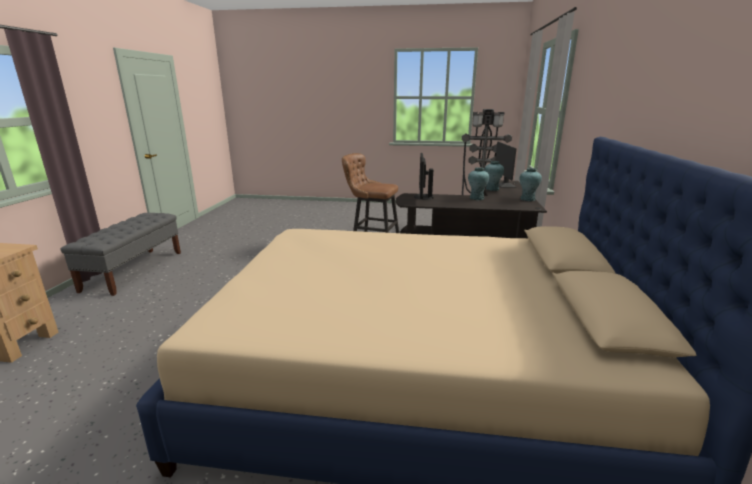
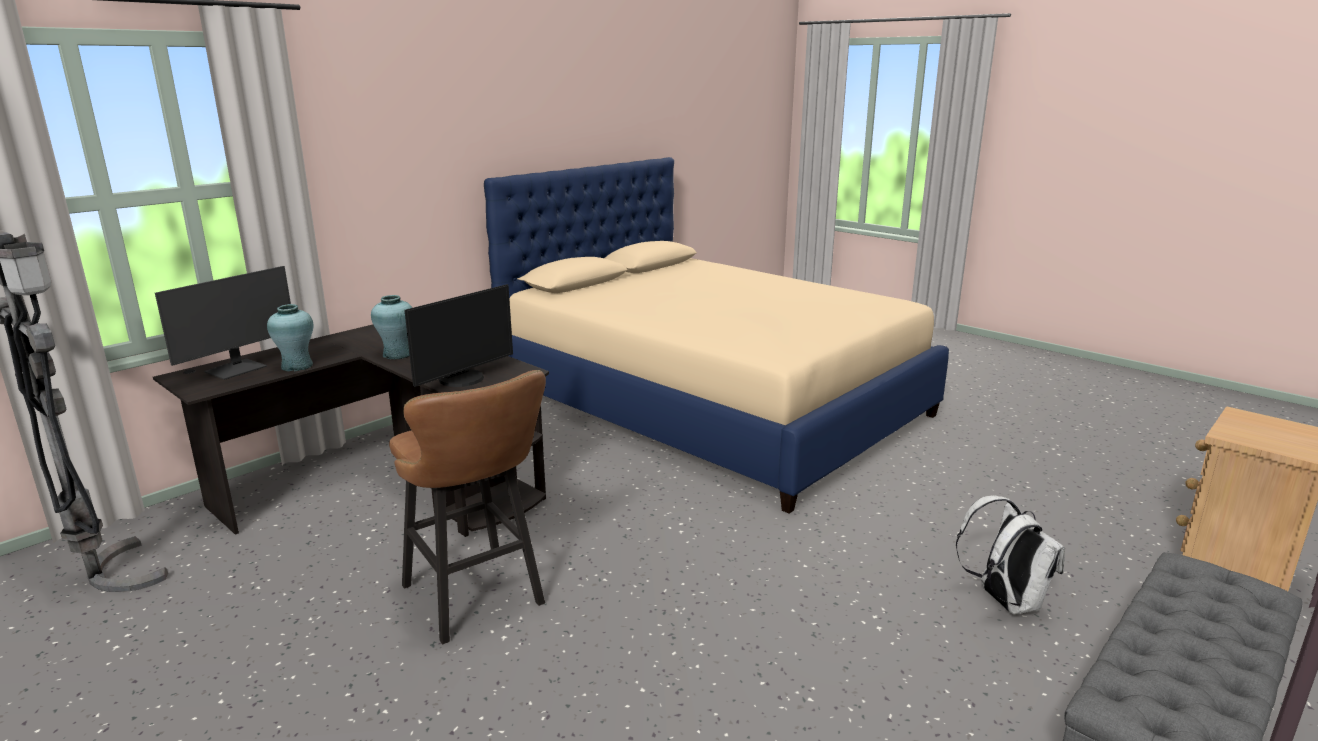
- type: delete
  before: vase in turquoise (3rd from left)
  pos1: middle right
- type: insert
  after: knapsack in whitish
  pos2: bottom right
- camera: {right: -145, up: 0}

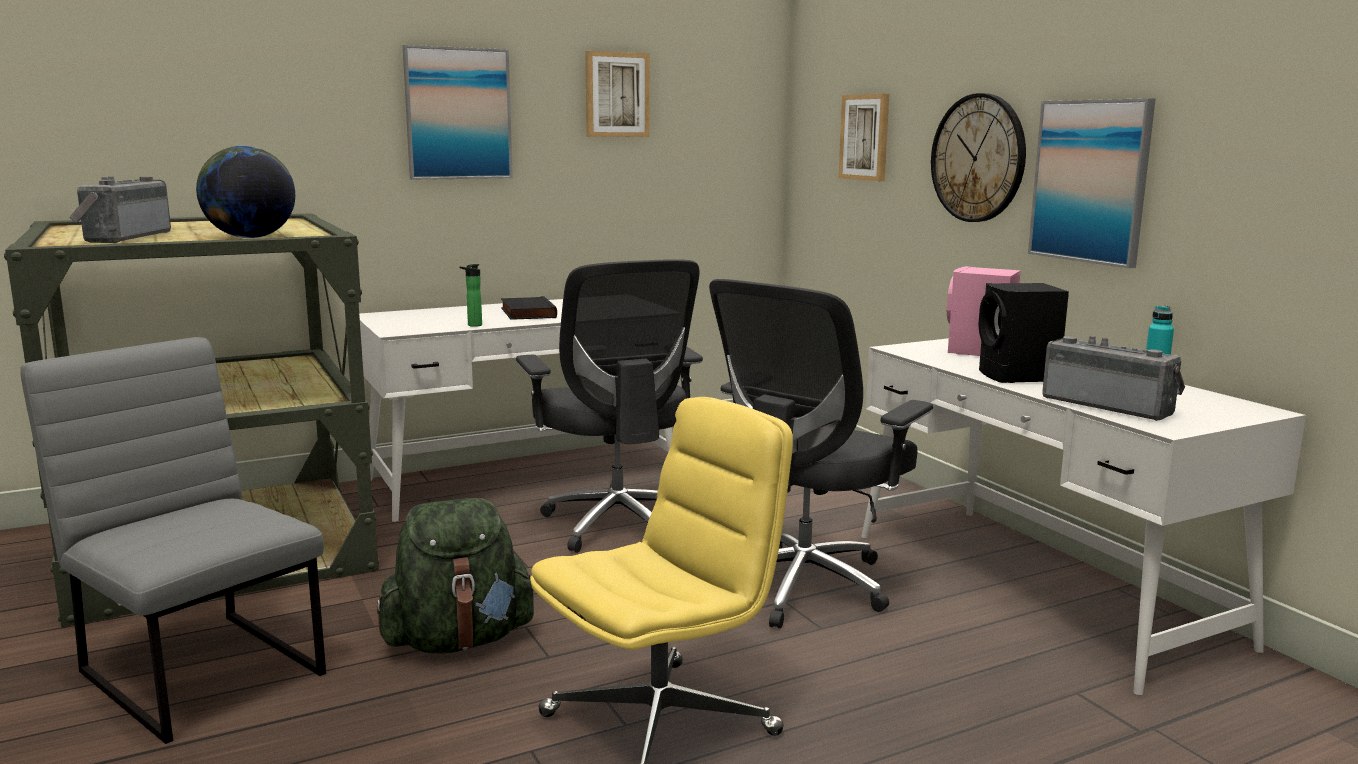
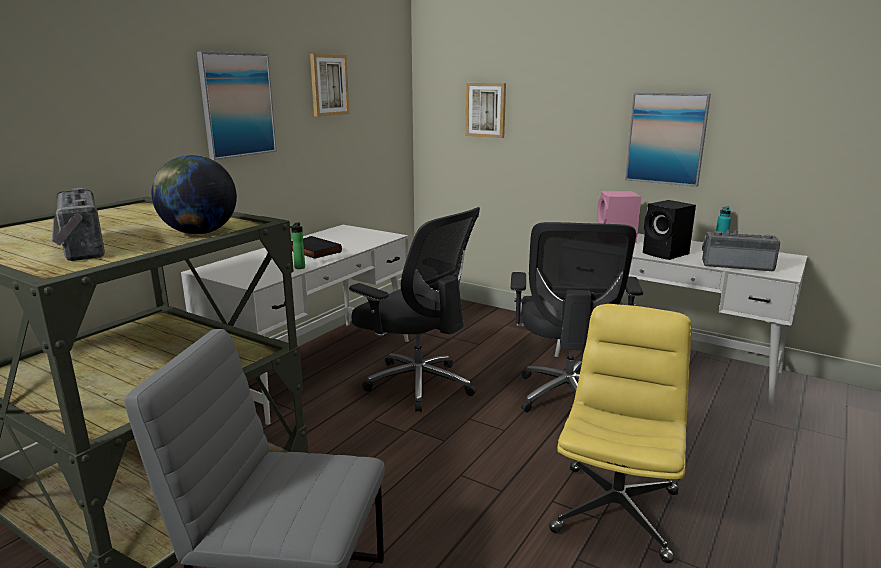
- type: delete
  before: knapsack in green-coloured
  pos1: bottom centre
- type: delete
  before: clock on the wall
  pos1: top right
- camera: {right: -30, up: 5}

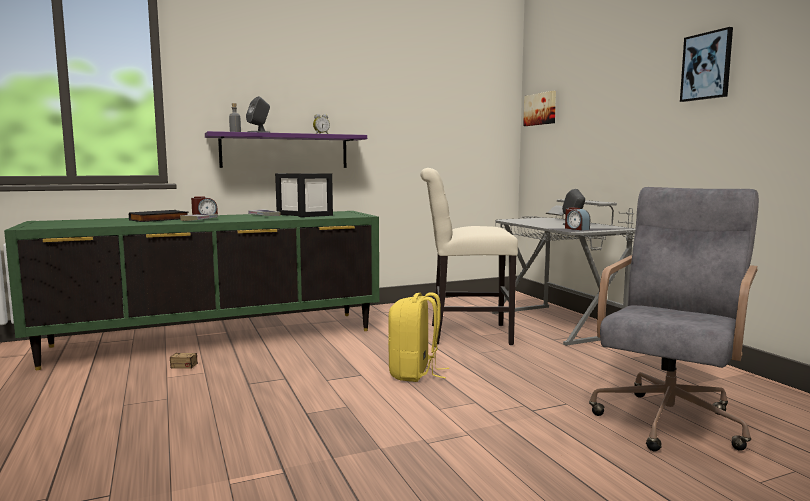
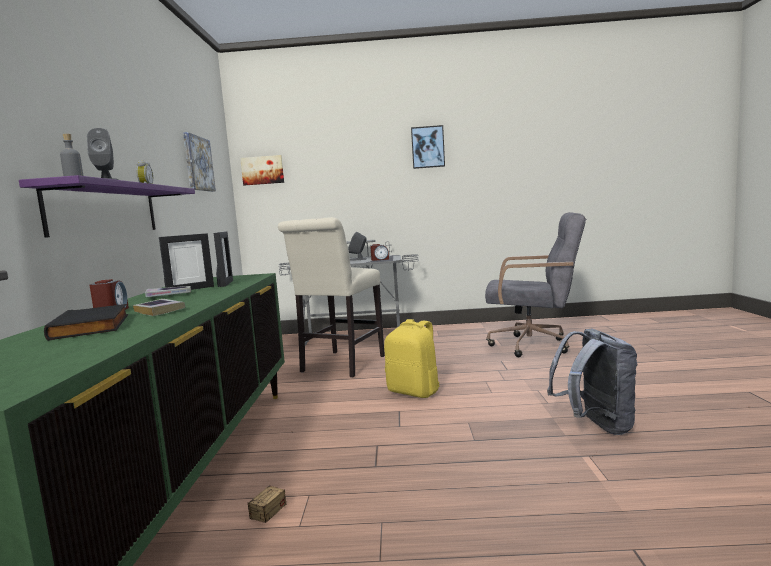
- type: insert
  after: wall art (1st from left)
  pos2: top left
- type: insert
  after: knapsack in gray
  pos2: bottom right
- type: rotate
  before: desk chair in gray
  pos1: middle right
  pos2: middle right
  turn: 135
- camera: {right: -65, up: 0}

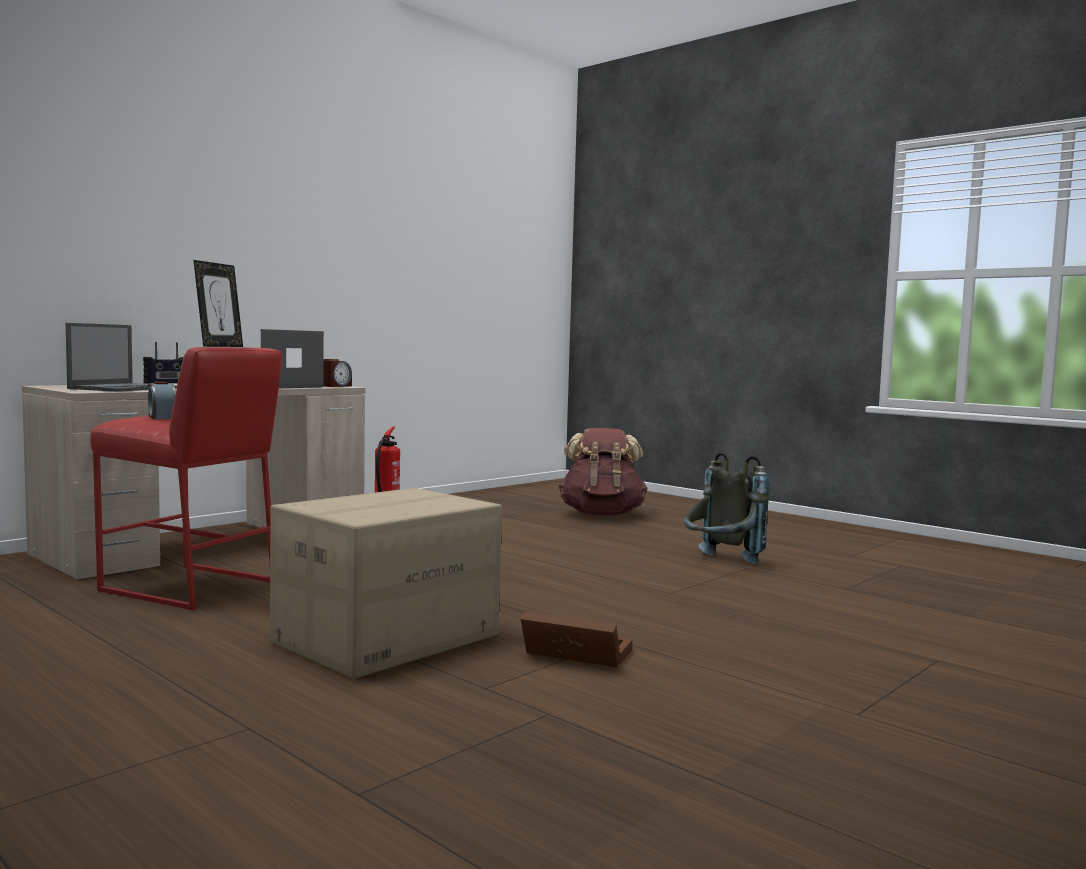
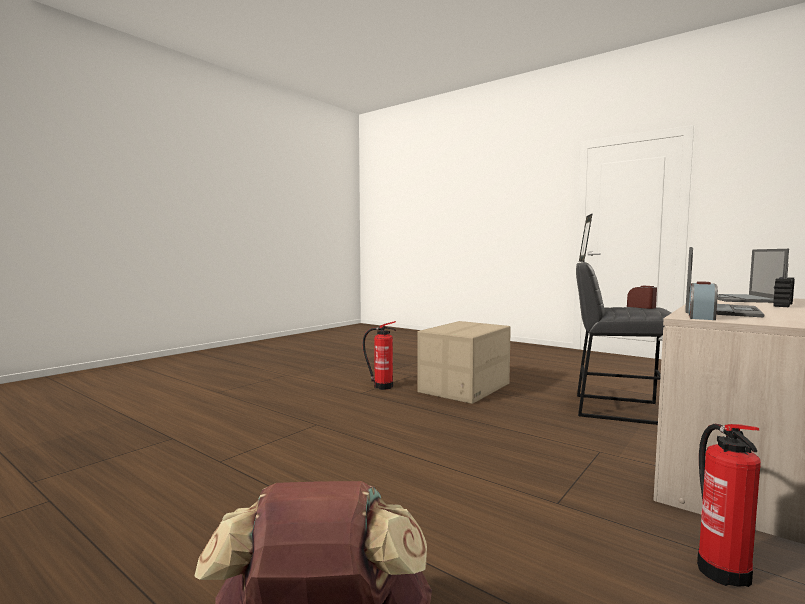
- type: delete
  before: knapsack in gray
  pos1: middle right
- type: replace
  before: storage box in brown
  after: fire extinguisher (1st from left)
  pos1: bottom centre
  pos2: centre
- type: recolor
  before: sitting stool in reddish
  after: sitting stool in gray
  pos1: middle left
  pos2: middle right
- camera: {right: 175, up: 0}

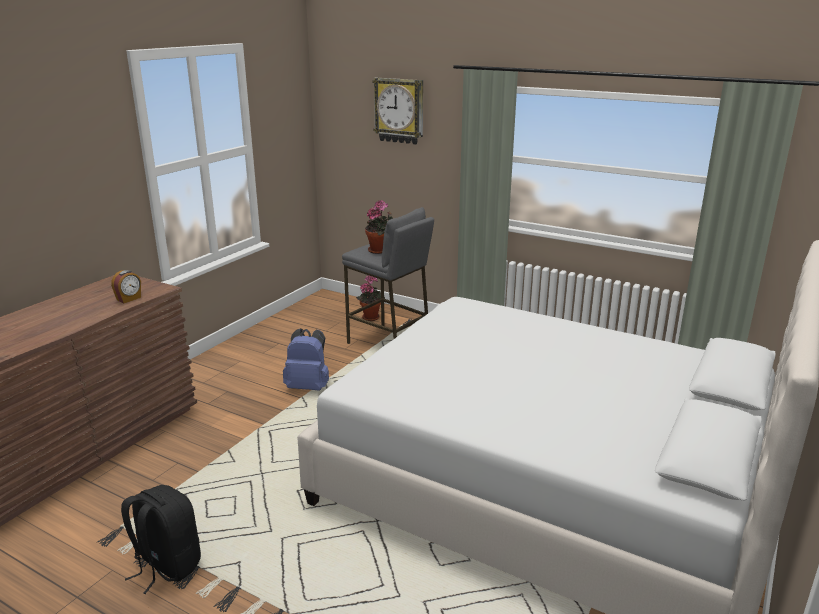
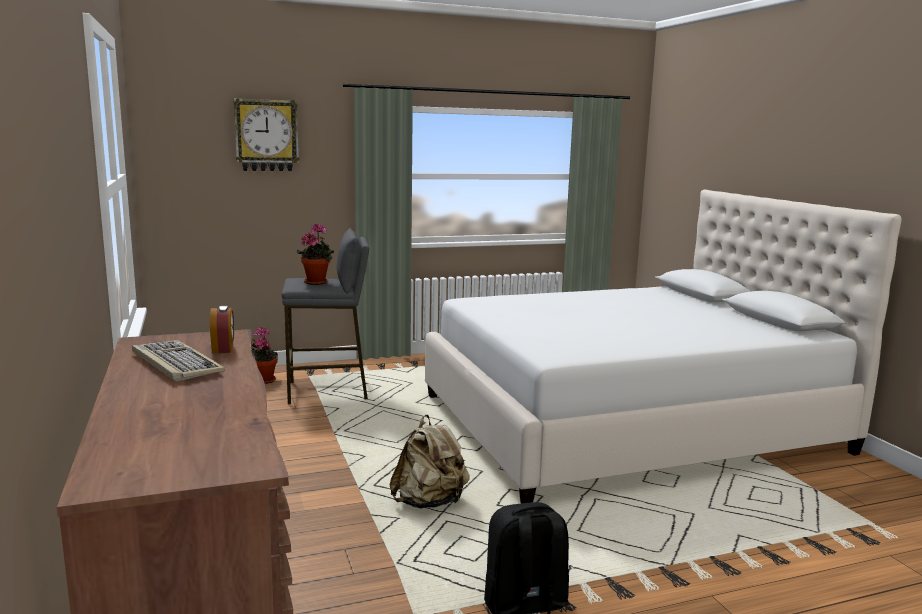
- type: delete
  before: knapsack in bluish
  pos1: centre
- type: insert
  after: PC keyboard
  pos2: middle left
- type: insert
  after: knapsack in beige-coloured
  pos2: bottom centre
- camera: {right: -50, up: -10}

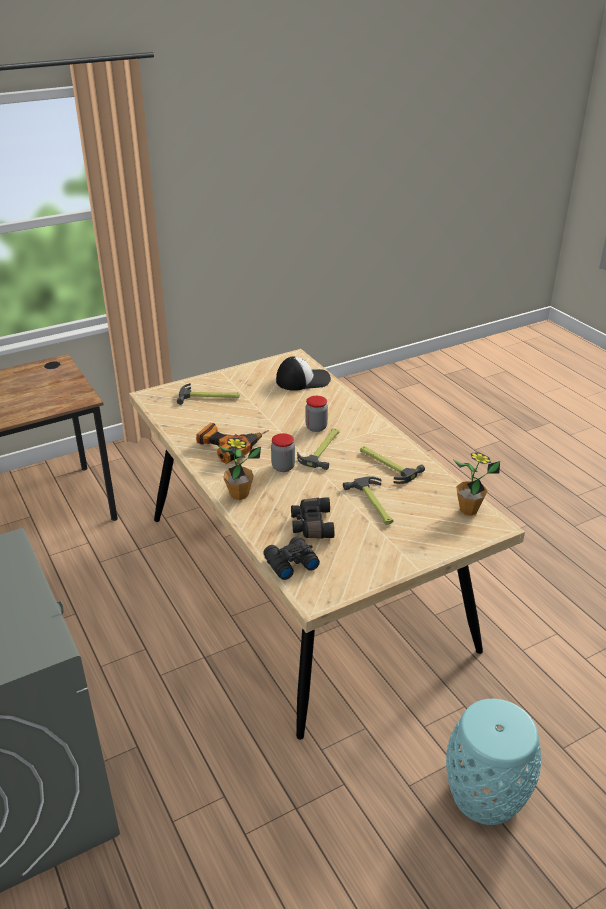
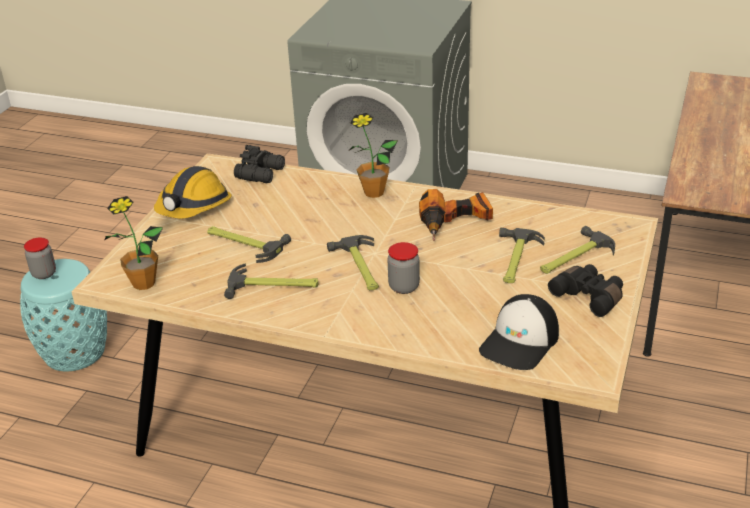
- type: insert
  after: hard hat
  pos2: middle left
- type: insert
  after: tool hammer (4th from left)
  pos2: middle right
- type: move
  before: jar (1st from left)
  pos1: centre
  pos2: middle left
- type: move
  before: pair of binoculars in blackish (2nd from left)
  pos1: centre
  pos2: middle right
- camera: {right: 140, up: 0}

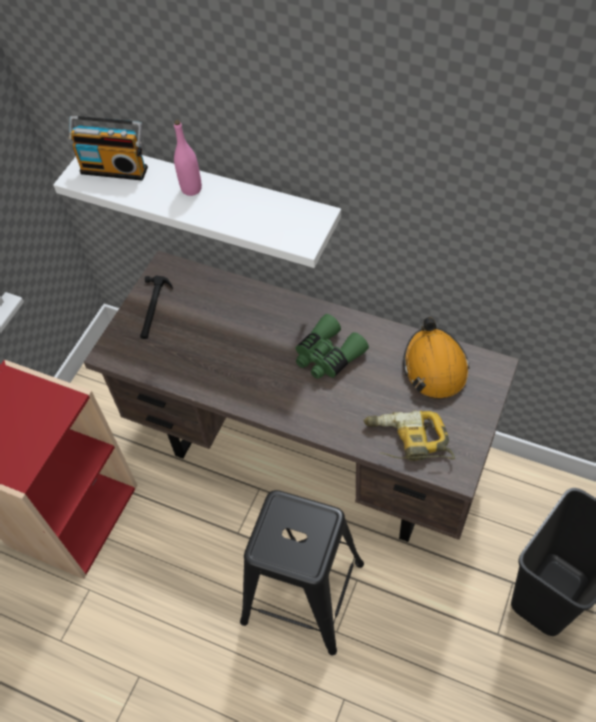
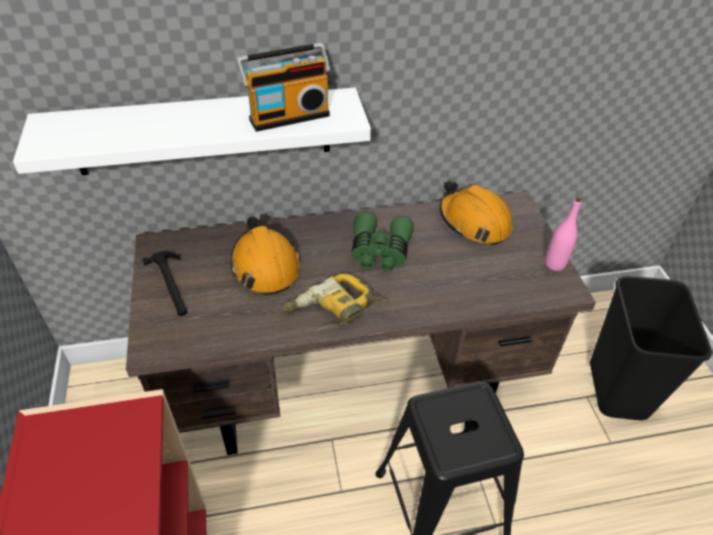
- type: insert
  after: hard hat in orangey (1st from left)
  pos2: centre
- type: move
  before: radio
  pos1: top left
  pos2: top centre
- type: move
  before: drink bottle in pink
  pos1: top left
  pos2: middle right
- type: move
  before: power drill
  pos1: middle right
  pos2: centre
- camera: {right: -40, up: -10}

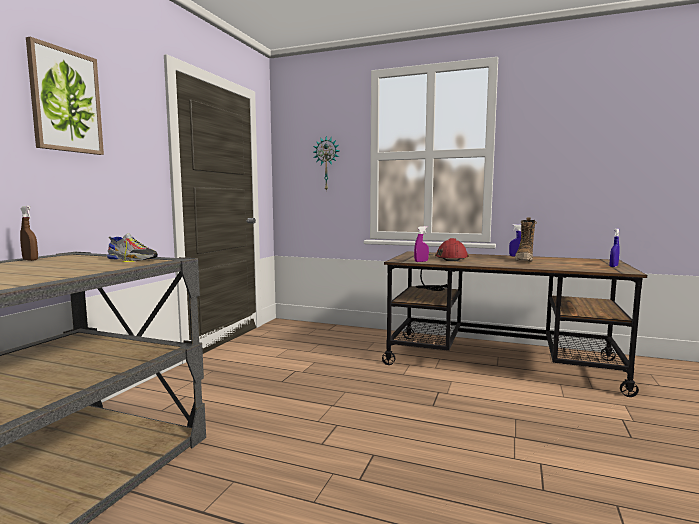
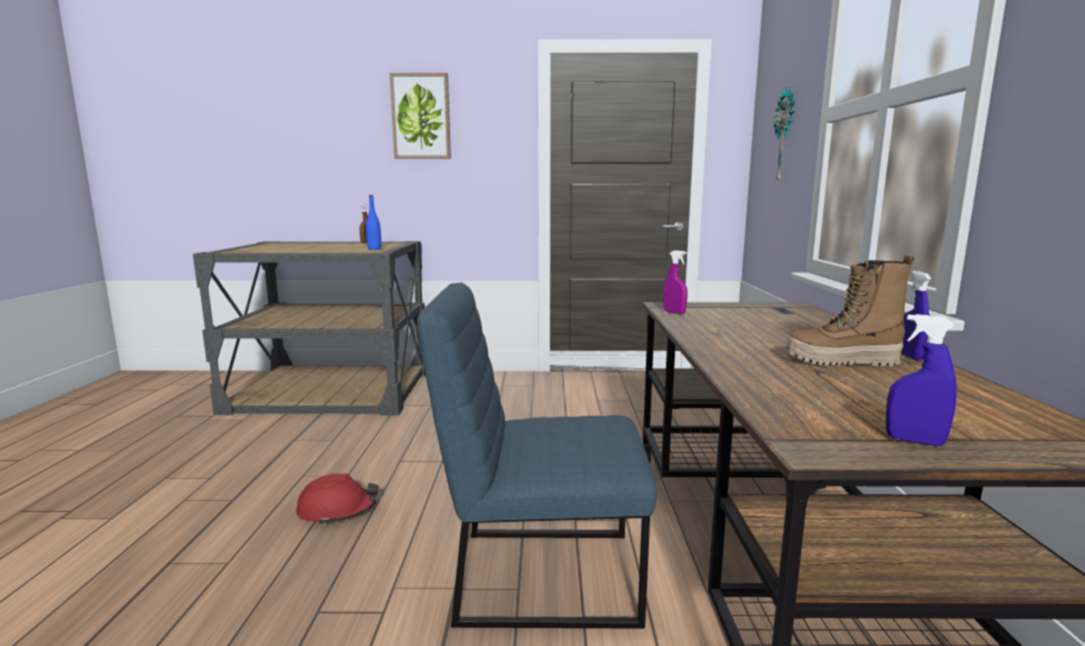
- type: insert
  after: chair in bluish
  pos2: bottom centre
- type: move
  before: hard hat in reddish
  pos1: centre
  pos2: bottom left
- type: replace
  before: low shoe
  after: drink bottle in bluish
  pos1: middle left
  pos2: centre
- camera: {right: 70, up: 5}

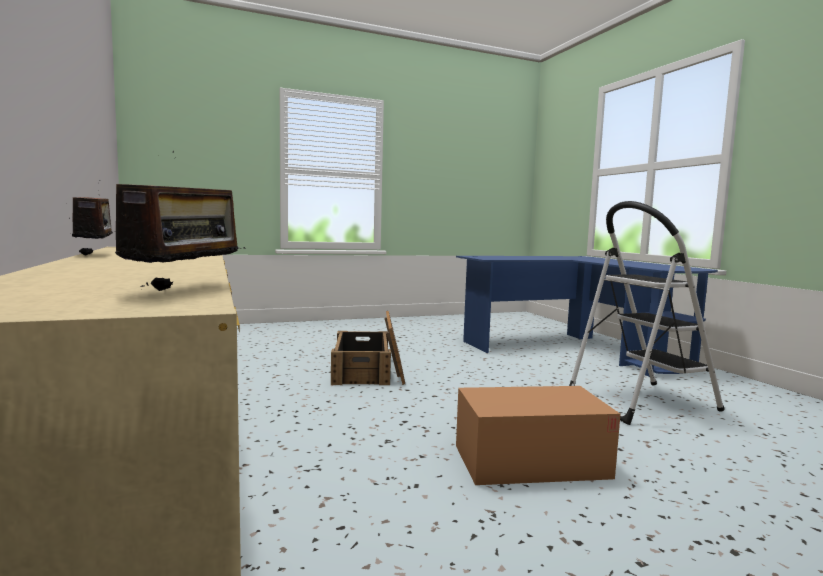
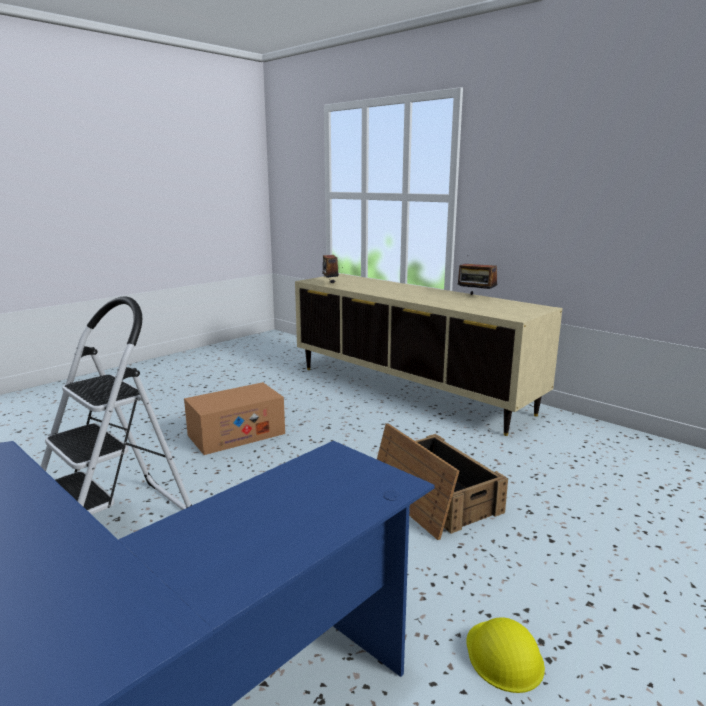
- type: insert
  after: hard hat in yellow-coloured
  pos2: bottom right
- camera: {right: 155, up: 10}

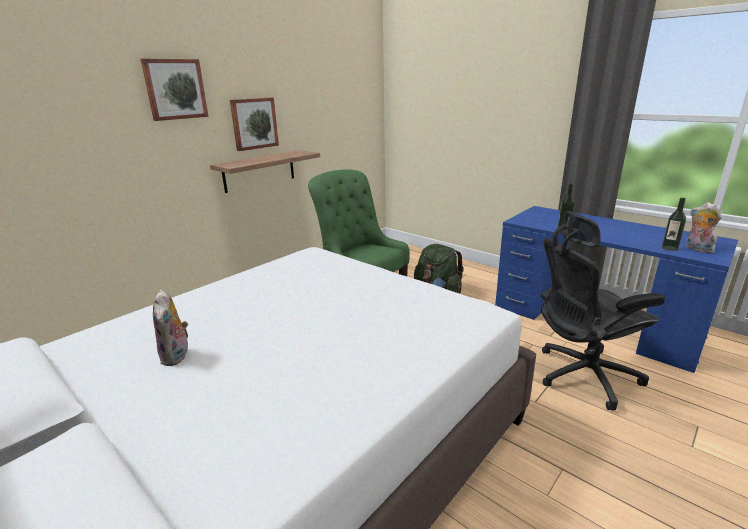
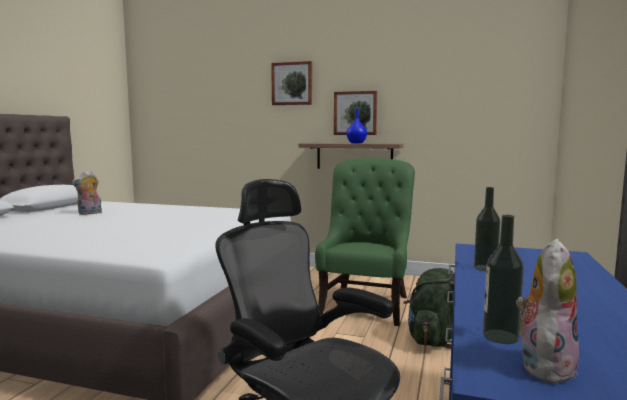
- type: insert
  after: vase in bluish
  pos2: top centre
- camera: {right: 65, up: -15}

